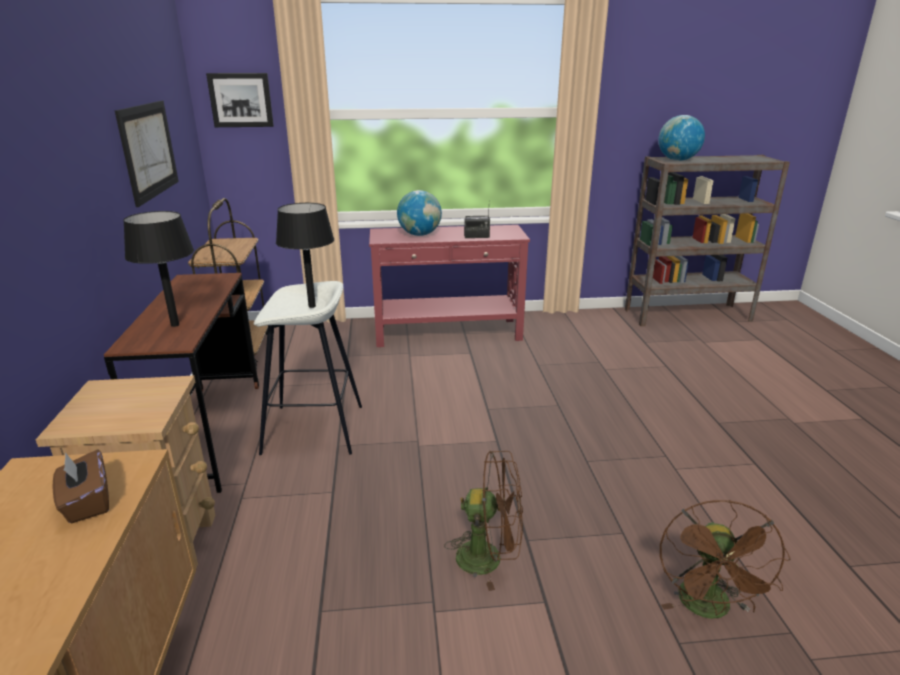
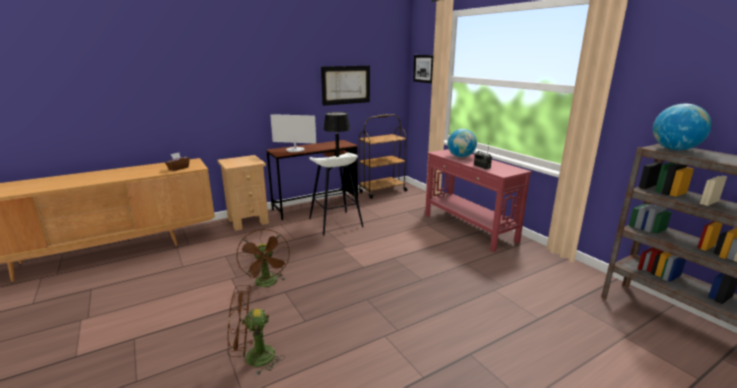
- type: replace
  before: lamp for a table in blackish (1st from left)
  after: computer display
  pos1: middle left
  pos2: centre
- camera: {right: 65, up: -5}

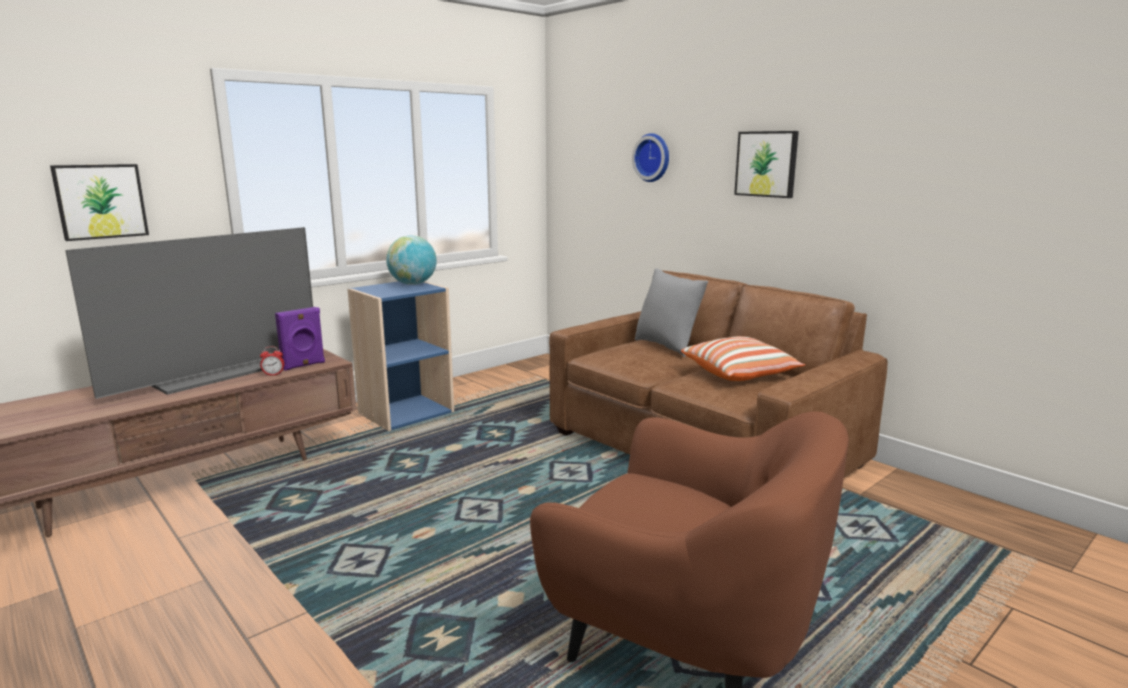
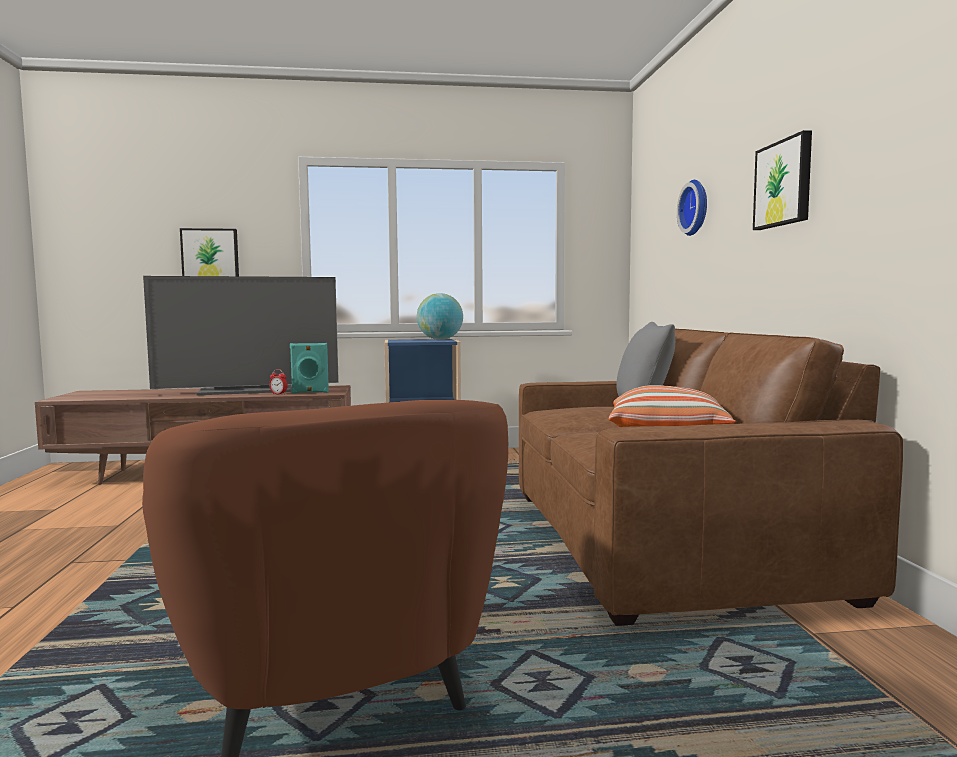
- type: recolor
  before: loudspeaker in purplish
  after: loudspeaker in turquoise
  pos1: middle left
  pos2: middle left
- camera: {right: 35, up: -10}

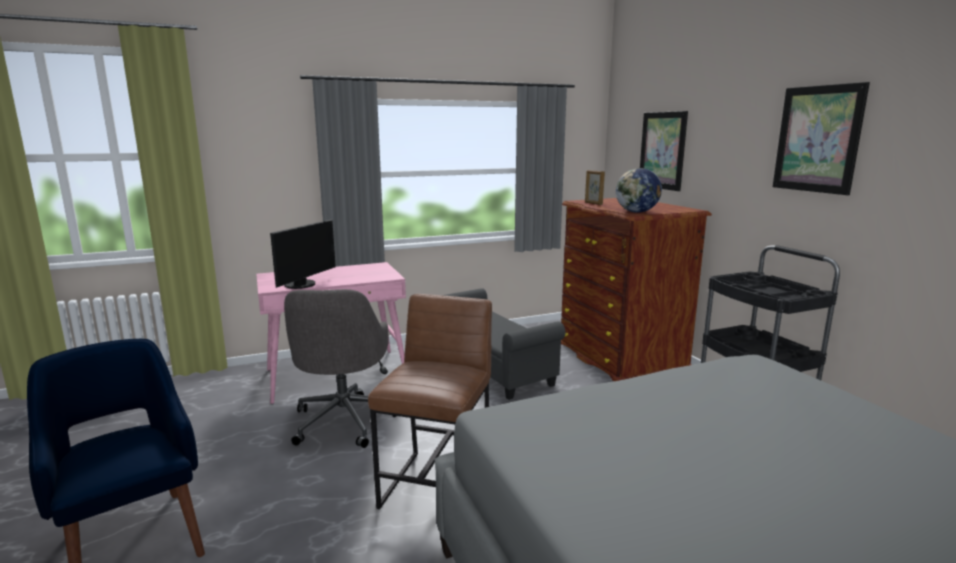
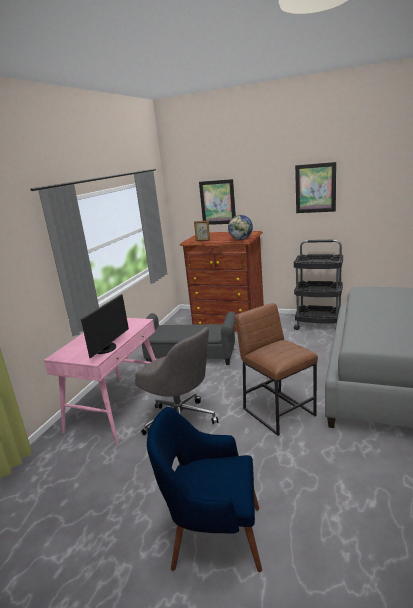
- type: rotate
  before: computer display
  pos1: middle left
  pos2: middle left
  turn: 45
- camera: {right: -45, up: 5}

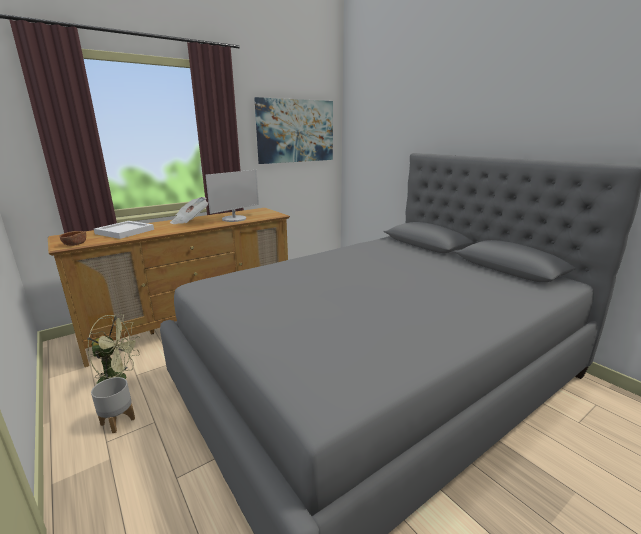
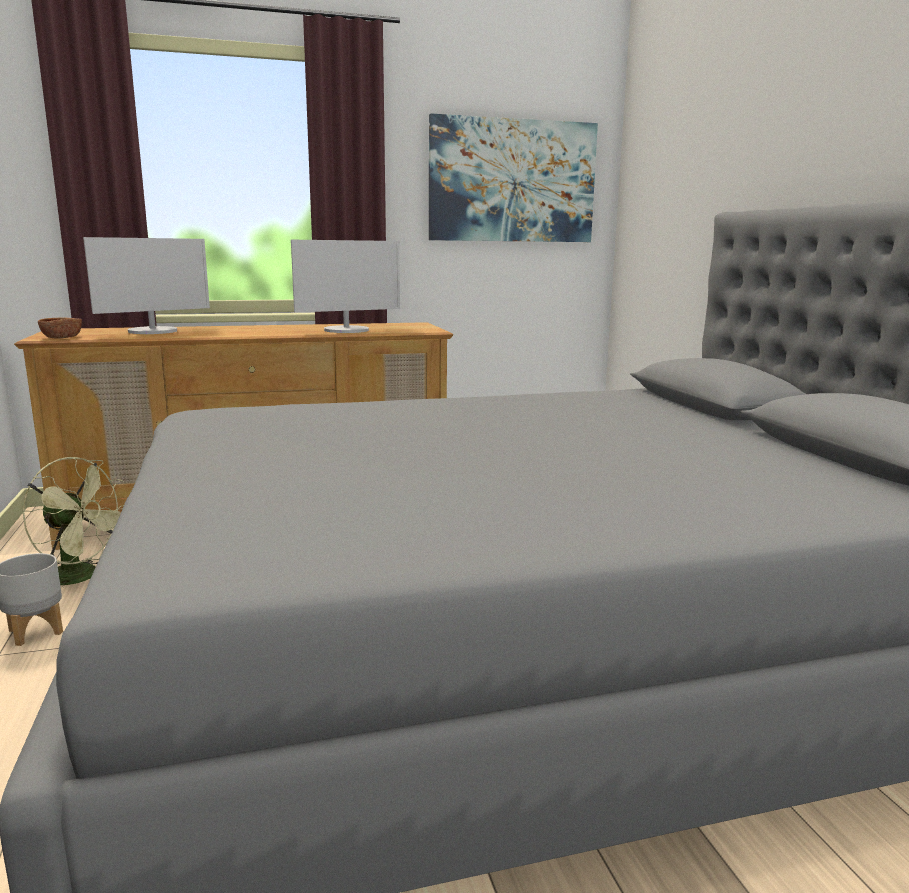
- type: delete
  before: newspaper
  pos1: middle left
- type: replace
  before: serving tray in whitish
  after: computer display (1st from left)
  pos1: middle left
  pos2: top left
- camera: {right: 20, up: -5}

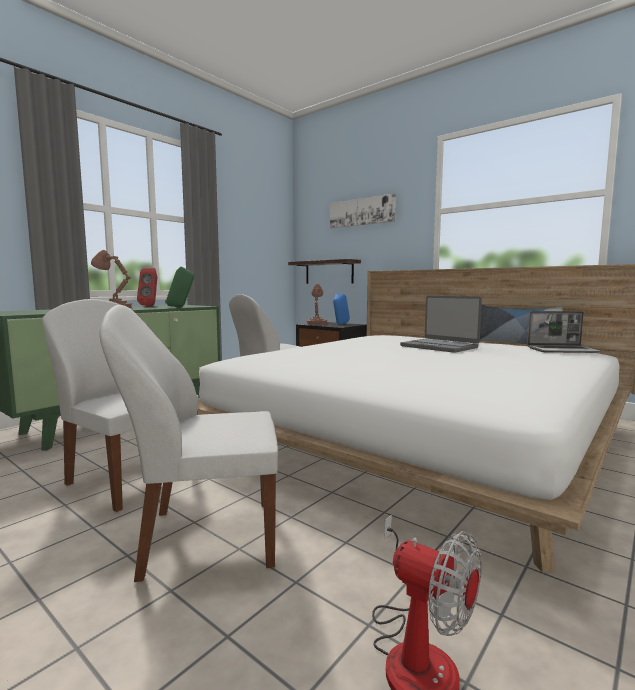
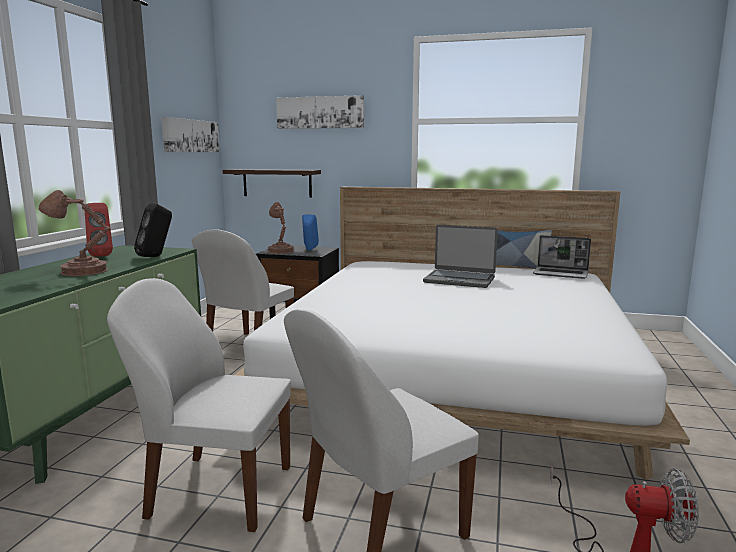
- type: insert
  after: wall art (1st from left)
  pos2: top left
- type: recolor
  before: loudspeaker in green-coloured
  after: loudspeaker in blackish
  pos1: middle left
  pos2: middle left
- type: rotate
  before: notebook computer (2nd from left)
  pos1: middle right
  pos2: middle right
  turn: 45
- camera: {right: -25, up: 5}

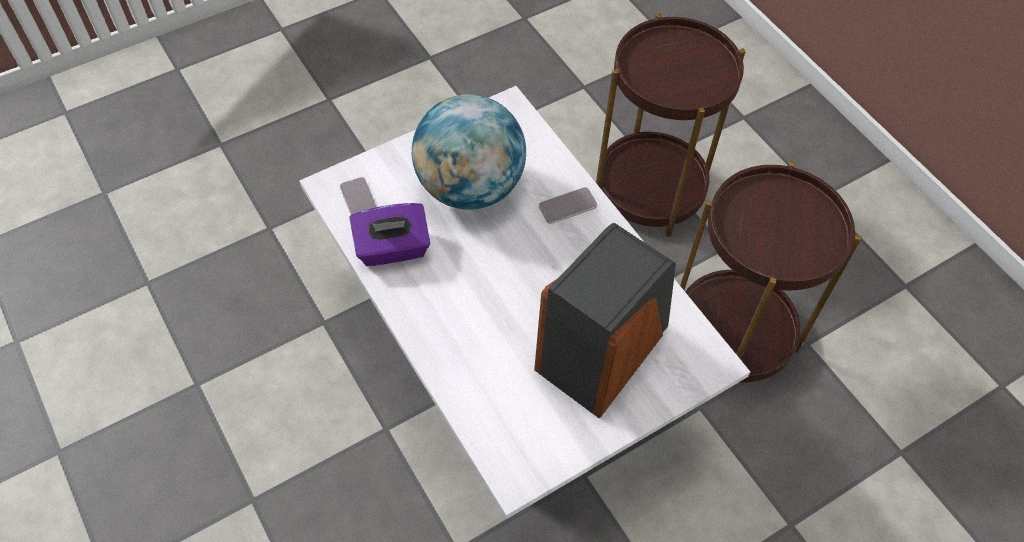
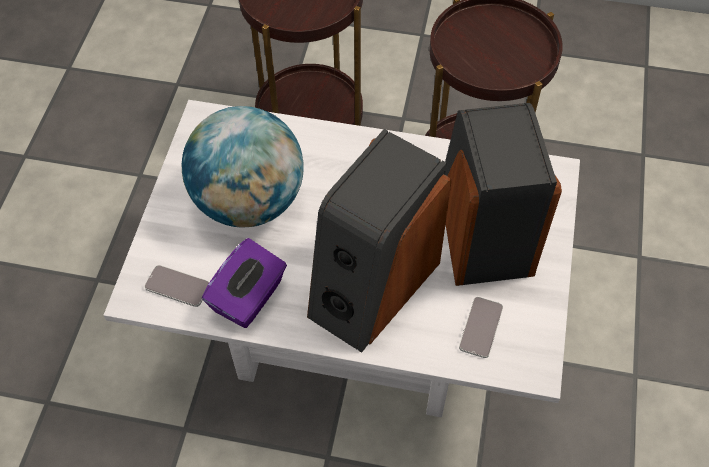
- type: insert
  after: loudspeaker (1st from left)
  pos2: centre
- type: move
  before: telephone (2nd from left)
  pos1: centre
  pos2: bottom right
- camera: {right: -45, up: 0}

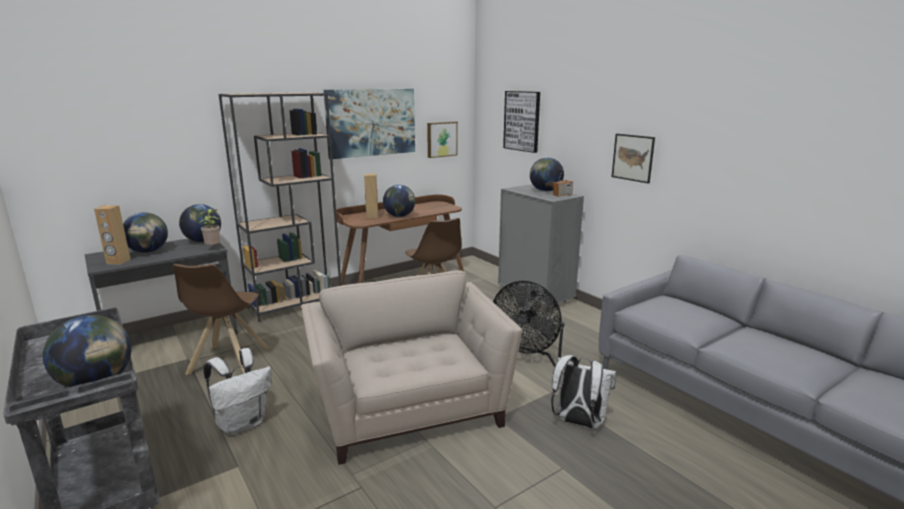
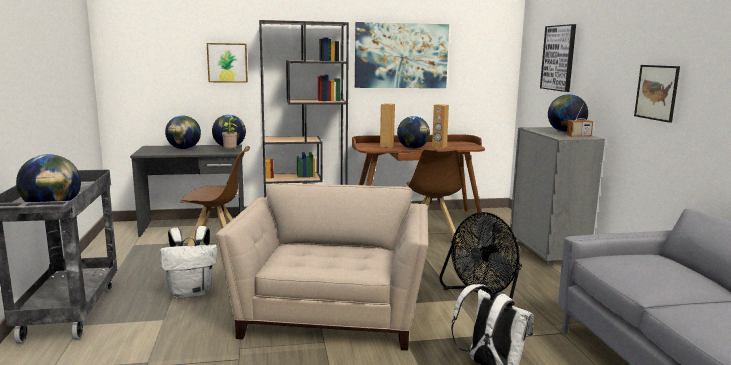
- type: move
  before: loudspeaker in brown (1st from left in the first image)
  after: loudspeaker in brown (2nd from left)
  pos1: middle left
  pos2: centre
- type: move
  before: wall art (2nd from left in the first image)
  after: wall art (1st from left)
  pos1: top centre
  pos2: top left
- type: rotate
  before: chair in brown (1st from left)
  pos1: middle left
  pos2: middle left
  turn: -120
- camera: {right: 25, up: -5}

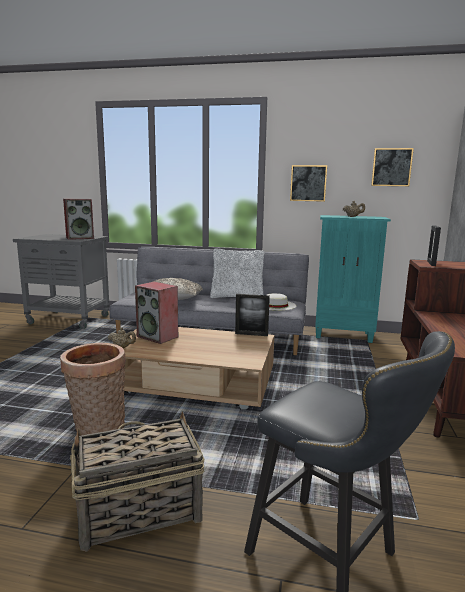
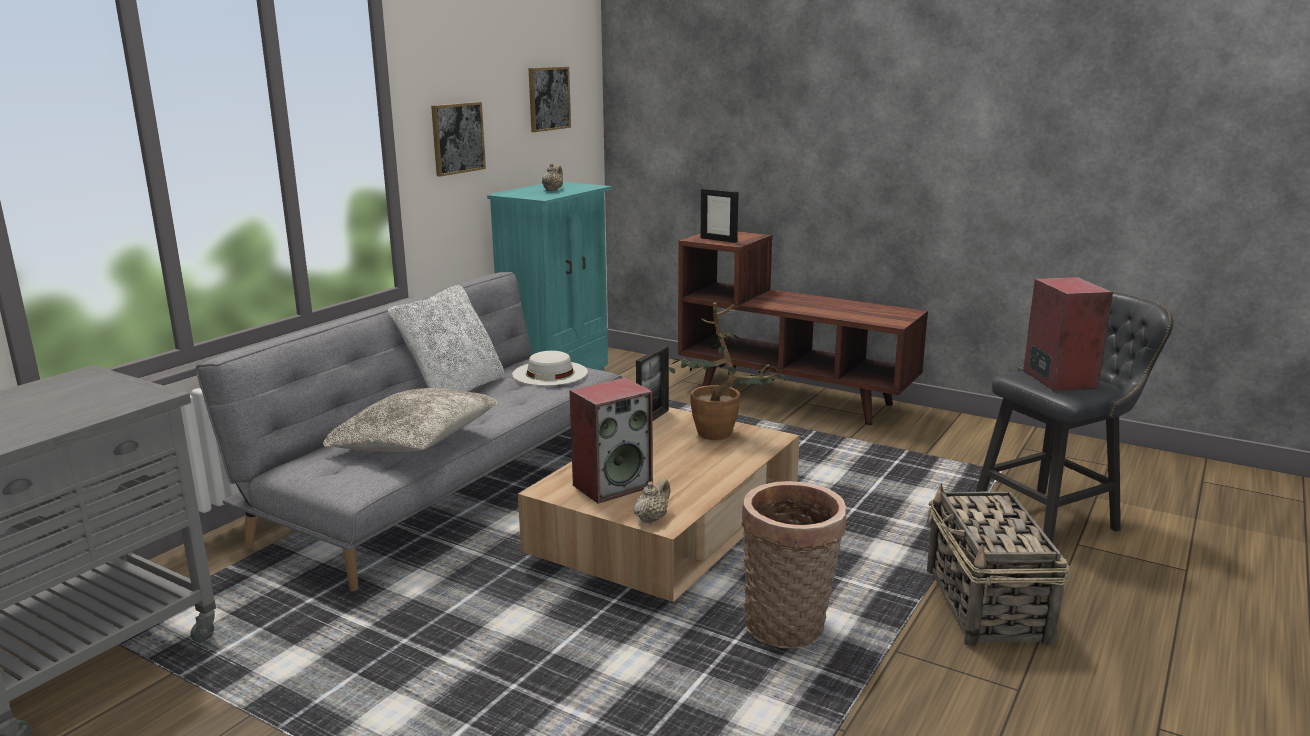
- type: insert
  after: potted plant
  pos2: centre
- type: move
  before: loudspeaker (1st from left in the first image)
  after: loudspeaker (2nd from left)
  pos1: middle left
  pos2: middle right
- camera: {right: -70, up: 5}

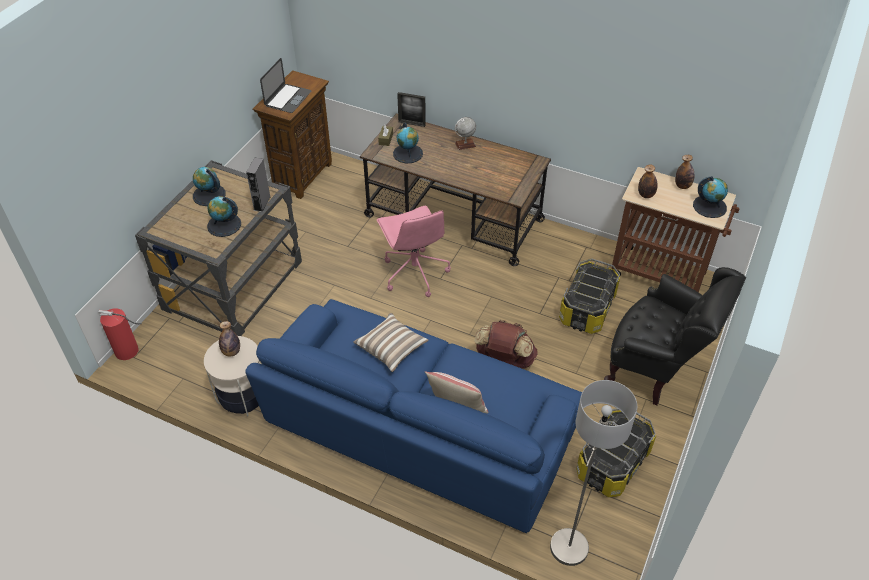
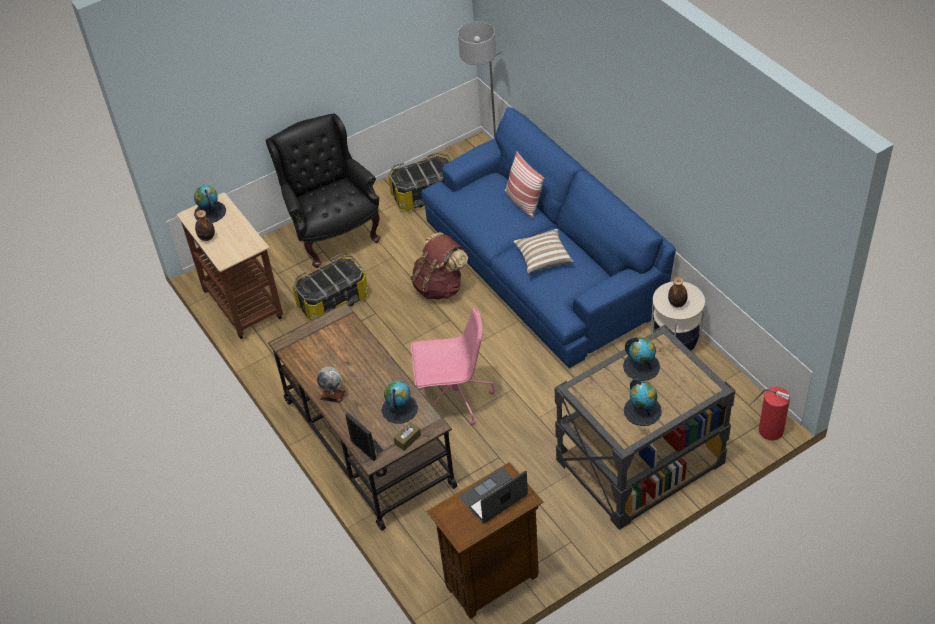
- type: delete
  before: loudspeaker in gray
  pos1: top left
- type: delete
  before: drink bottle (2nd from left)
  pos1: top right
- type: rotate
  before: desk chair in pink
  pos1: centre
  pos2: centre
  turn: 75
- camera: {right: -145, up: 0}

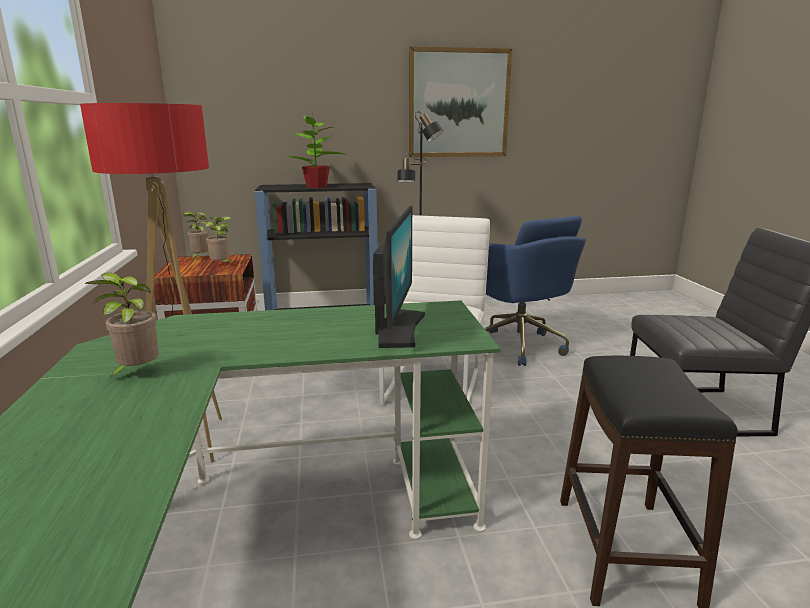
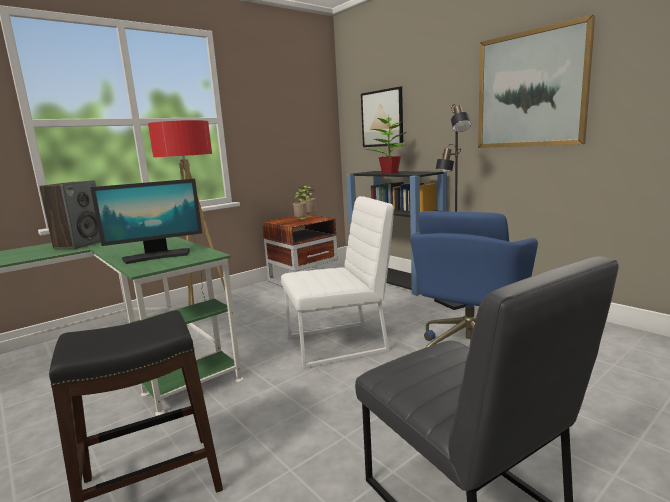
- type: insert
  after: wall art (1st from left)
  pos2: top centre
- type: replace
  before: potted plant (1st from left)
  after: loudspeaker
  pos1: middle left
  pos2: middle left
- camera: {right: 60, up: -5}

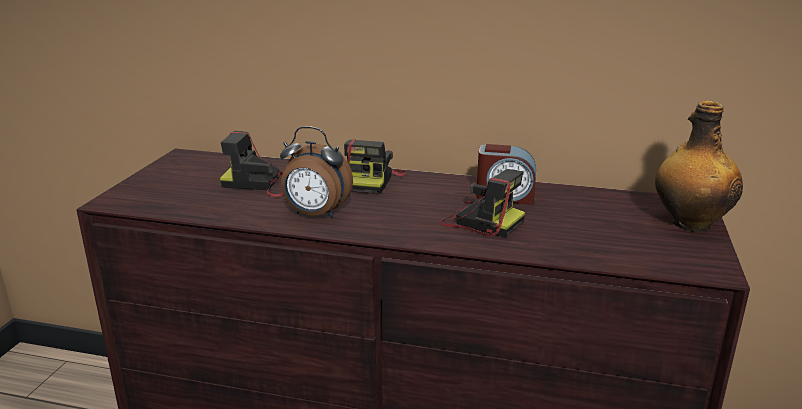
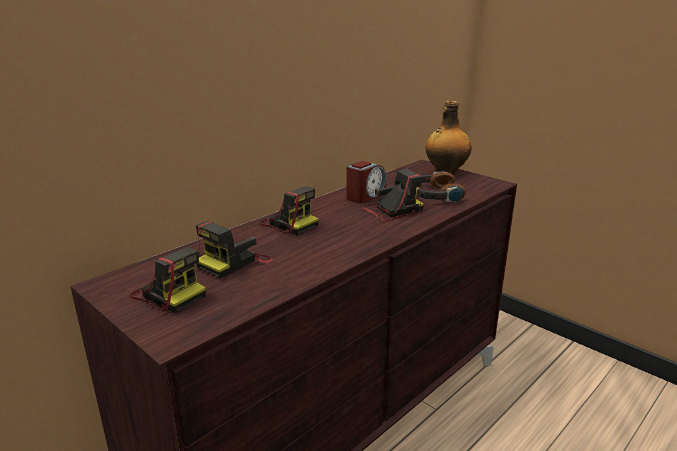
- type: delete
  before: table clock (1st from left)
  pos1: centre
- type: insert
  after: still camera (1st from left)
  pos2: middle left
- type: insert
  after: headphones
  pos2: centre
- camera: {right: -60, up: 0}

